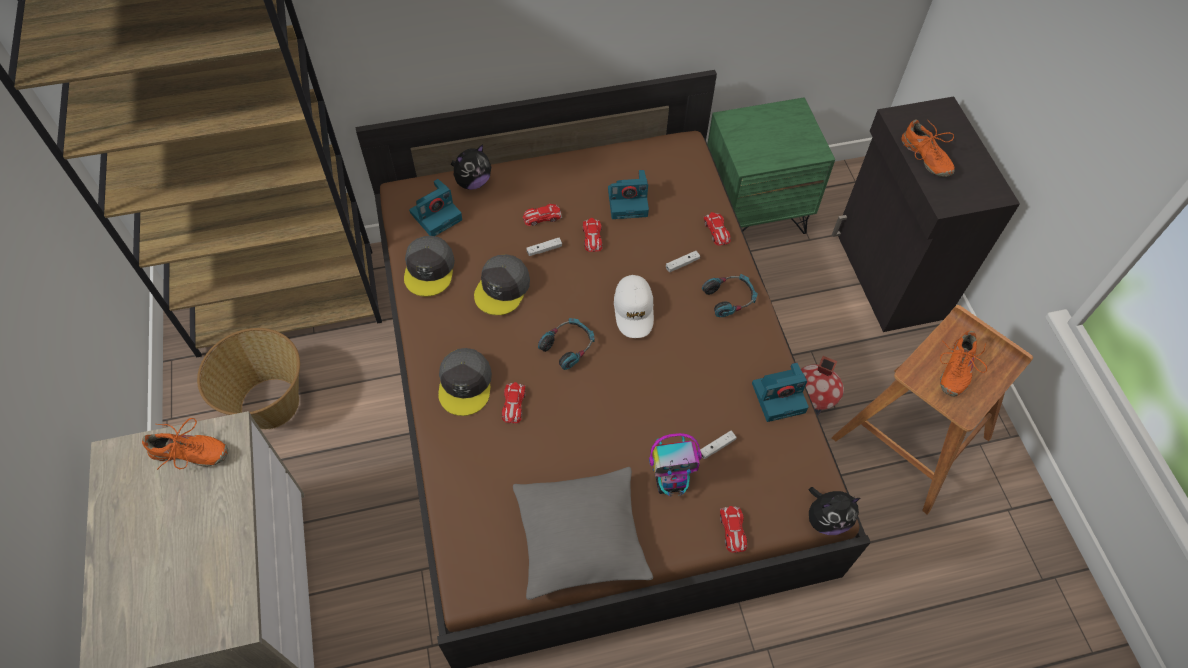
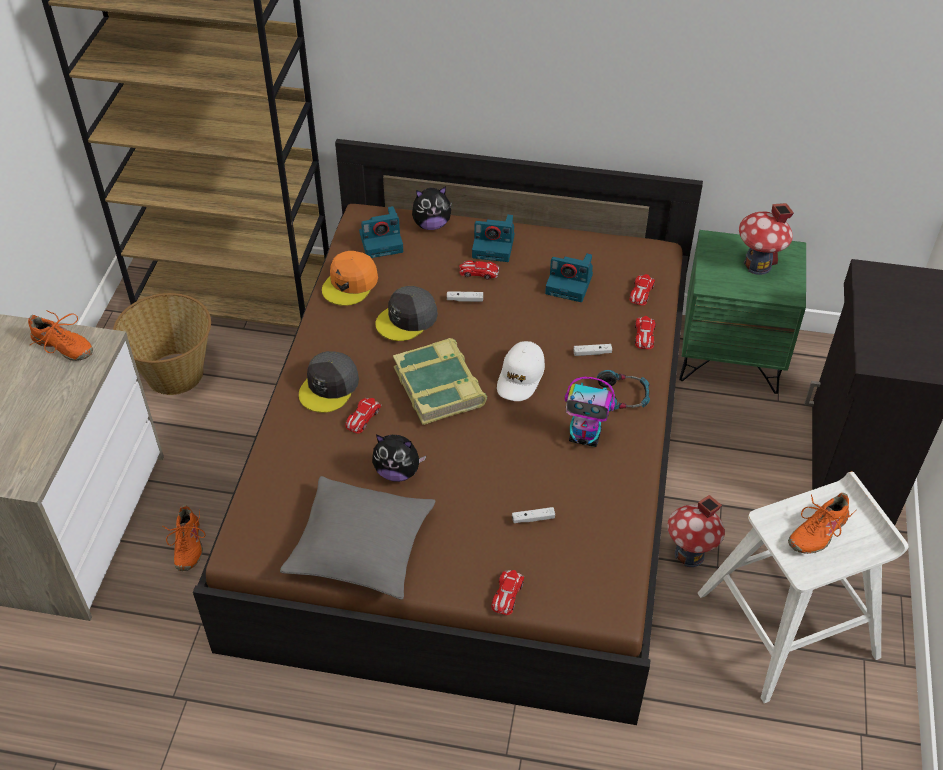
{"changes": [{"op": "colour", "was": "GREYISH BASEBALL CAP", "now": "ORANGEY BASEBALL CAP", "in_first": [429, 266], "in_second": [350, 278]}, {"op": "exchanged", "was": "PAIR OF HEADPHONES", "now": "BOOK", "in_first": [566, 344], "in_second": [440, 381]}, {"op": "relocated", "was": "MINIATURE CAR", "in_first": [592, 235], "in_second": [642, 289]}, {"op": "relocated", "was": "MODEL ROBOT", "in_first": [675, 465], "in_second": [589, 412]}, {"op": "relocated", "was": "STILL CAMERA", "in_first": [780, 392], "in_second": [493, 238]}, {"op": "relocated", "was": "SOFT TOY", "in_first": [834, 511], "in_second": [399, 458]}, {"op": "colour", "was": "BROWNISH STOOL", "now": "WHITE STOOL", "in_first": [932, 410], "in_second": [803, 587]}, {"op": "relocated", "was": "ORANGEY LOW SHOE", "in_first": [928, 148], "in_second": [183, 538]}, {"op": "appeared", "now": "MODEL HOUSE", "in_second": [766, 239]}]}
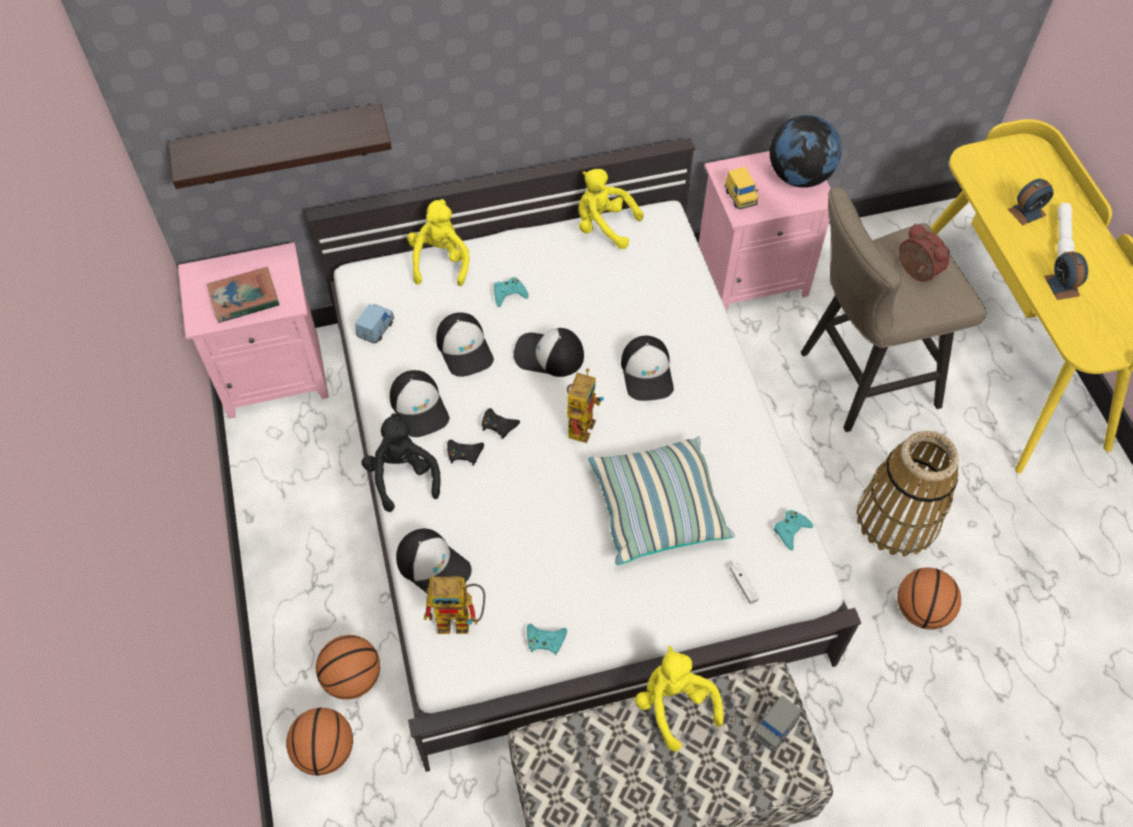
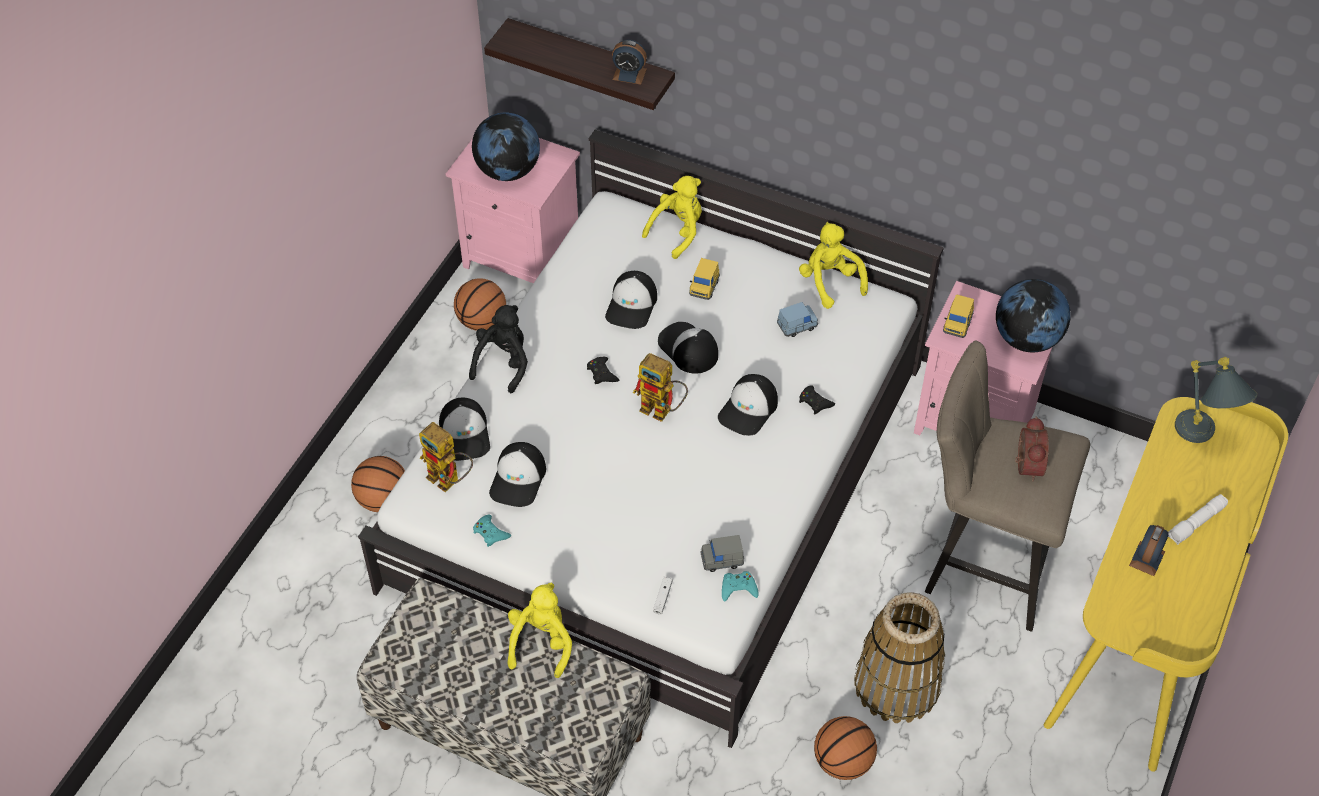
{"changes": [{"op": "exchanged", "was": "BOOK", "now": "DESK GLOBE", "in_first": [243, 295], "in_second": [506, 146]}, {"op": "relocated", "was": "BASKETBALL BALL", "in_first": [319, 742], "in_second": [480, 304]}, {"op": "relocated", "was": "BLUE MINIATURE CAR", "in_first": [374, 324], "in_second": [797, 319]}, {"op": "relocated", "was": "BASEBALL CAP", "in_first": [420, 403], "in_second": [517, 474]}, {"op": "relocated", "was": "BLACK-COLOURED JOYPAD", "in_first": [465, 453], "in_second": [817, 400]}, {"op": "exchanged", "was": "BLUE-GREEN JOYPAD", "now": "YELLOW-COLOURED MINIATURE CAR", "in_first": [511, 292], "in_second": [704, 279]}, {"op": "spun", "was": "MODEL ROBOT", "in_first": [585, 405], "in_second": [660, 387], "clockwise": 60}, {"op": "missing", "was": "CUSHION", "in_first": [661, 500]}, {"op": "relocated", "was": "GREYISH MINIATURE CAR", "in_first": [776, 723], "in_second": [722, 553]}, {"op": "relocated", "was": "ALARM CLOCK", "in_first": [1030, 202], "in_second": [629, 62]}, {"op": "appeared", "now": "GREYISH LAMP FOR A TABLE", "in_second": [1216, 400]}]}
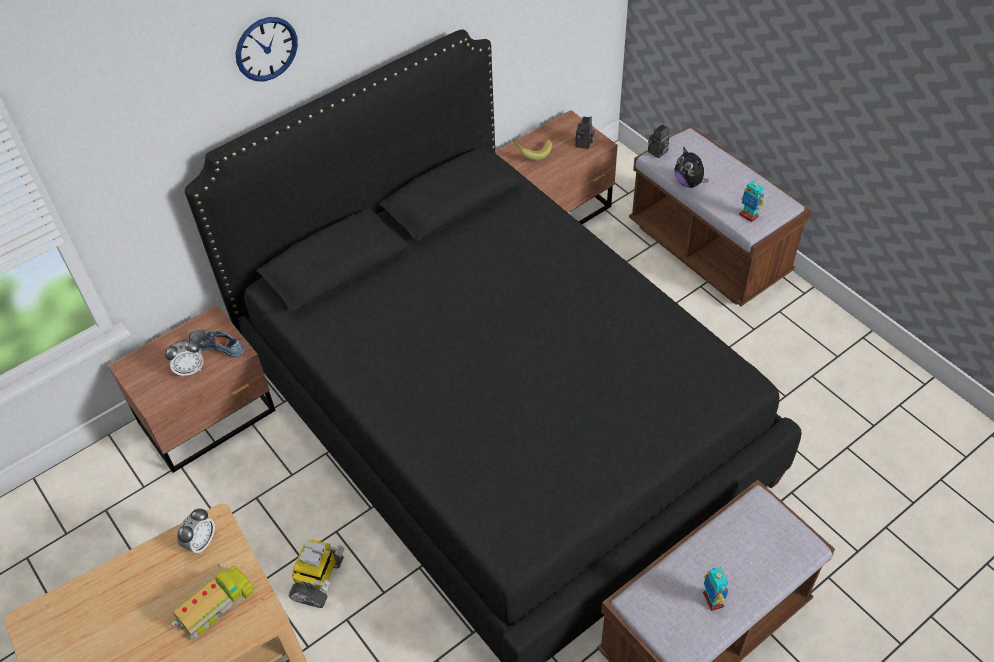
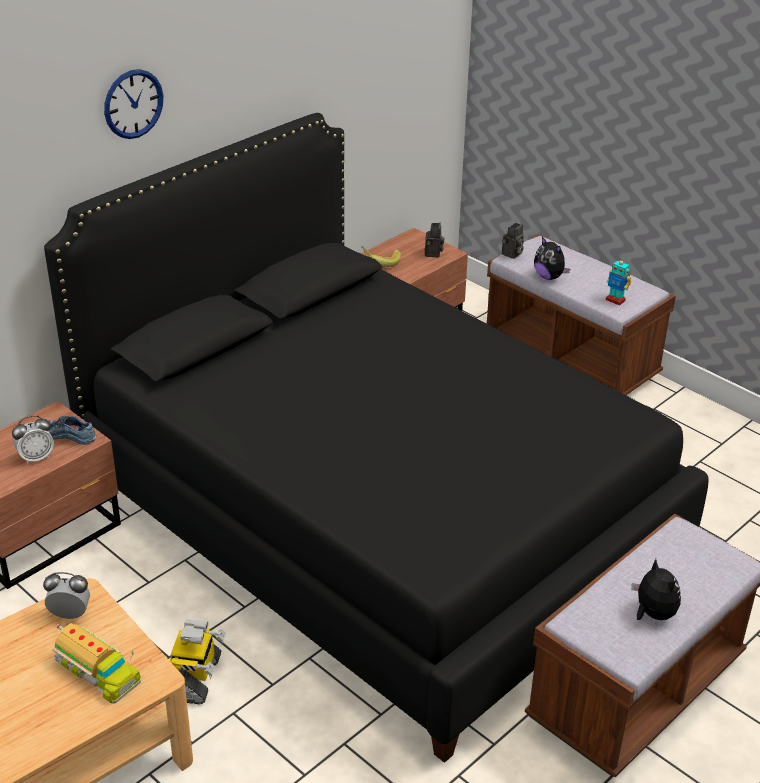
{"changes": [{"op": "spun", "was": "TOY LORRY", "in_first": [211, 602], "in_second": [97, 663], "clockwise": 90}, {"op": "spun", "was": "ALARM CLOCK", "in_first": [196, 531], "in_second": [66, 595], "clockwise": -105}, {"op": "exchanged", "was": "MODEL ROBOT", "now": "SOFT TOY", "in_first": [715, 589], "in_second": [656, 589]}]}
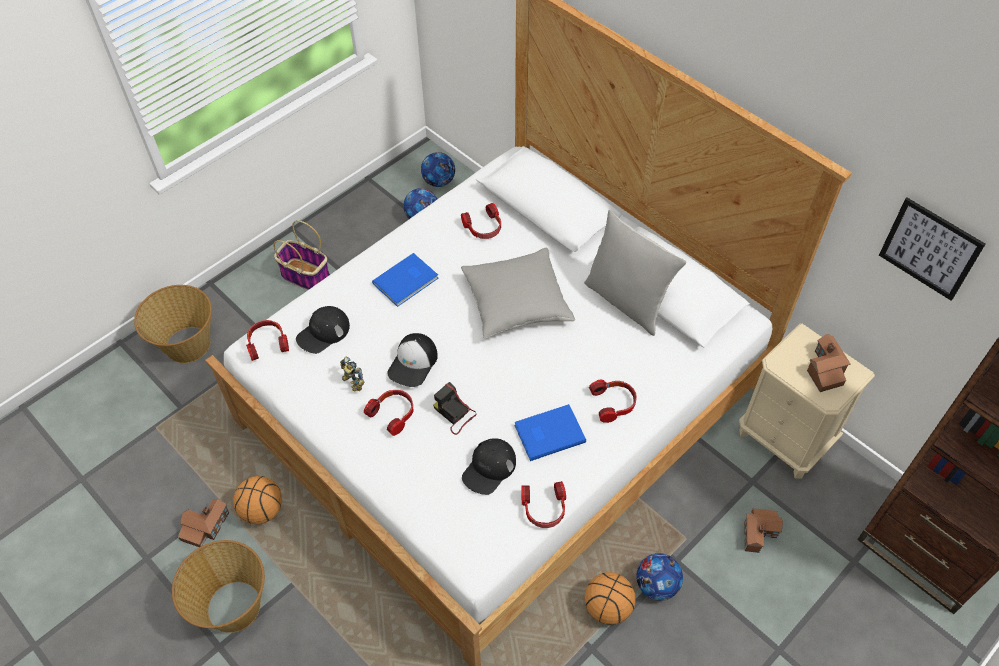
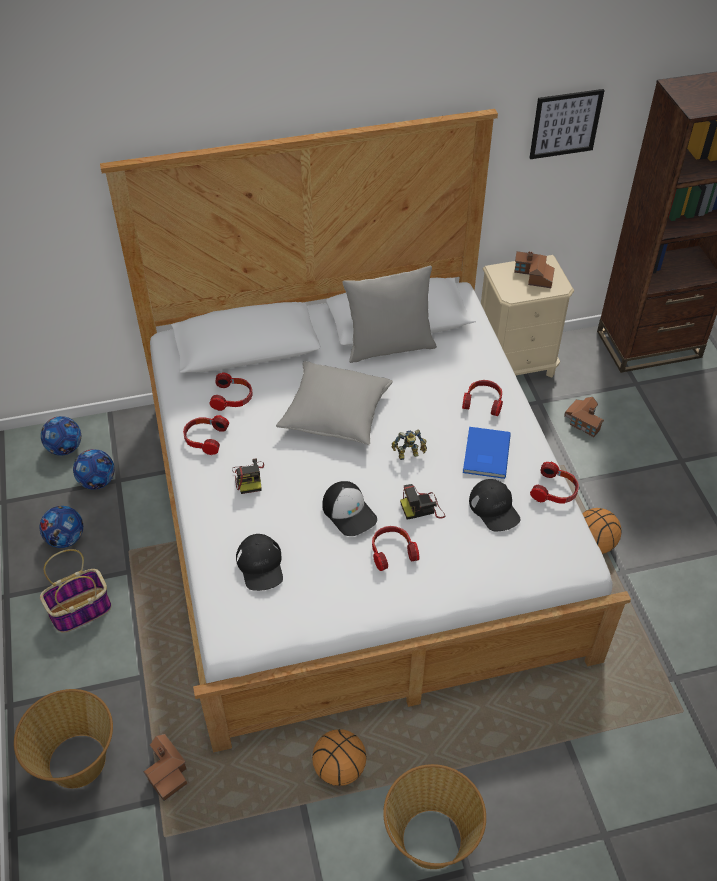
{"changes": [{"op": "relocated", "was": "MODEL HOUSE", "in_first": [203, 523], "in_second": [165, 767]}, {"op": "relocated", "was": "PAIR OF HEADPHONES", "in_first": [267, 340], "in_second": [206, 435]}, {"op": "relocated", "was": "MODEL ROBOT", "in_first": [352, 374], "in_second": [409, 444]}, {"op": "exchanged", "was": "BLUE BOOK", "now": "STILL CAMERA", "in_first": [405, 280], "in_second": [248, 476]}, {"op": "relocated", "was": "FOOTBALL", "in_first": [659, 577], "in_second": [61, 527]}]}
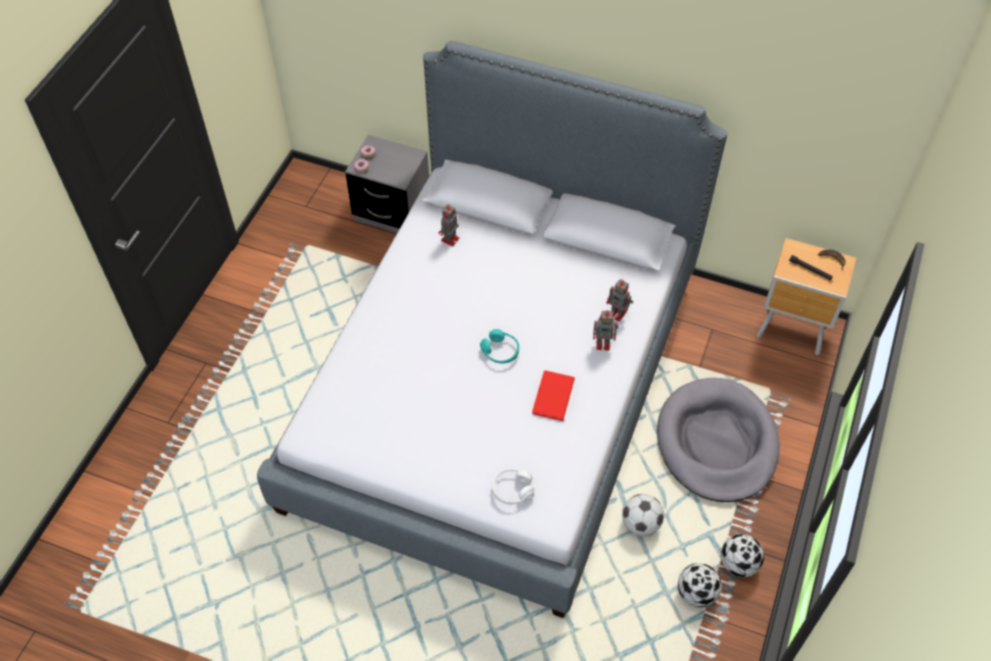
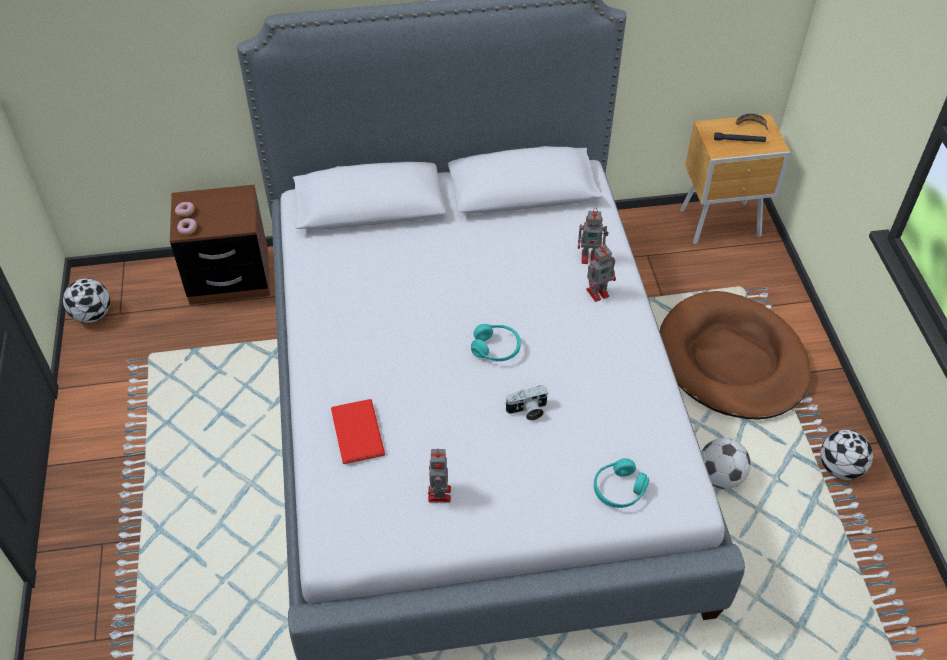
{"changes": [{"op": "colour", "was": "GREYISH BEDSIDE TABLE", "now": "BROWNISH BEDSIDE TABLE", "in_first": [387, 184], "in_second": [220, 245]}, {"op": "relocated", "was": "MODEL ROBOT", "in_first": [448, 225], "in_second": [439, 476]}, {"op": "colour", "was": "WHITE PAIR OF HEADPHONES", "now": "BLUE-GREEN PAIR OF HEADPHONES", "in_first": [513, 486], "in_second": [621, 483]}, {"op": "relocated", "was": "RED-COLOURED BOOK", "in_first": [553, 395], "in_second": [358, 431]}, {"op": "colour", "was": "GREYISH PET BED", "now": "BROWNISH PET BED", "in_first": [718, 440], "in_second": [735, 355]}, {"op": "relocated", "was": "FOOTBALL", "in_first": [700, 585], "in_second": [86, 300]}, {"op": "appeared", "now": "STILL CAMERA", "in_second": [527, 403]}]}
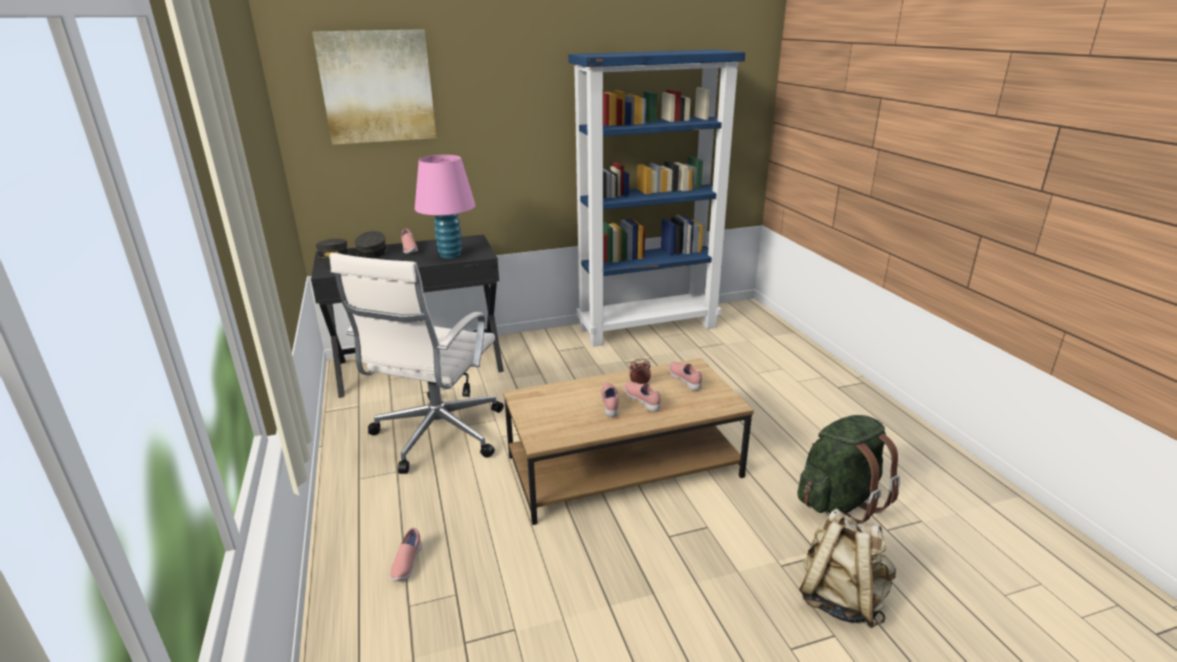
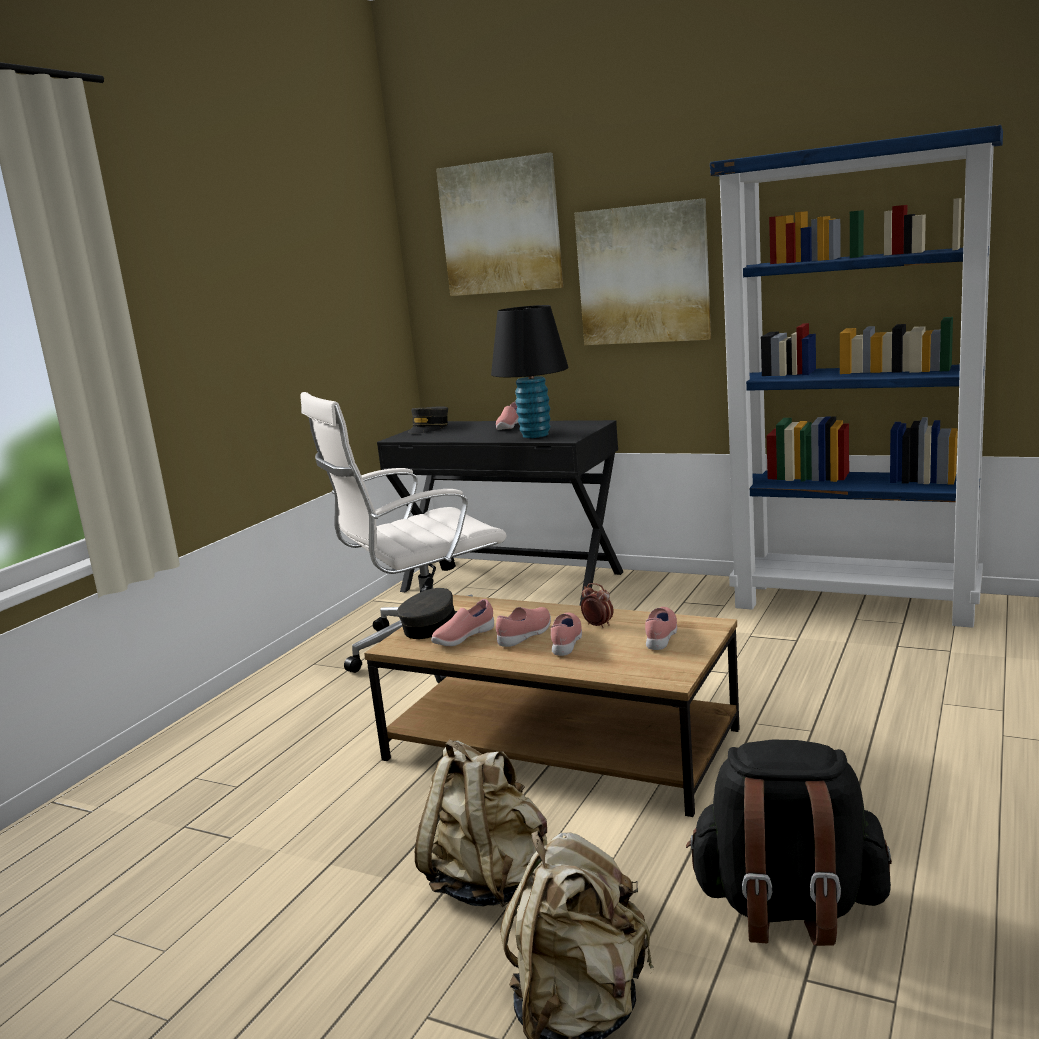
{"changes": [{"op": "relocated", "was": "GREYISH BASEBALL CAP", "in_first": [371, 244], "in_second": [427, 613]}, {"op": "relocated", "was": "PINK-COLOURED LOW SHOE", "in_first": [406, 555], "in_second": [462, 622]}, {"op": "colour", "was": "PINK-COLOURED LAMP FOR A TABLE", "now": "BLACK-COLOURED LAMP FOR A TABLE", "in_first": [445, 207], "in_second": [530, 371]}, {"op": "colour", "was": "GREEN KNAPSACK", "now": "BLACK-COLOURED KNAPSACK", "in_first": [849, 469], "in_second": [789, 842]}, {"op": "appeared", "now": "BEIGE-COLOURED KNAPSACK", "in_second": [481, 823]}, {"op": "appeared", "now": "PICTURE", "in_second": [642, 271]}]}
